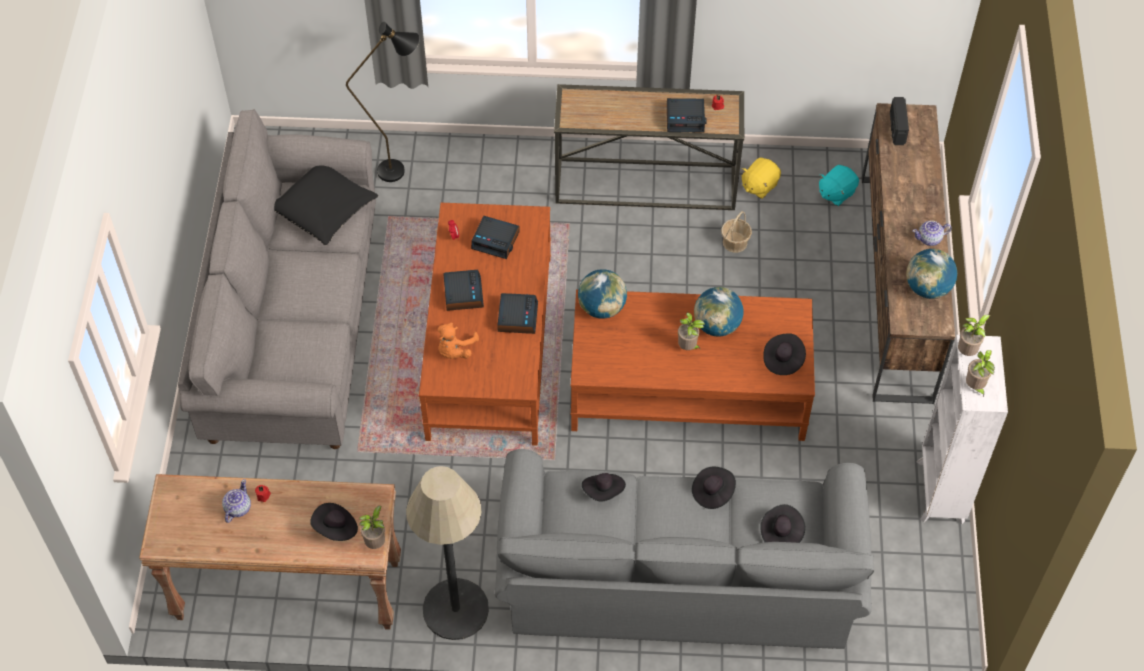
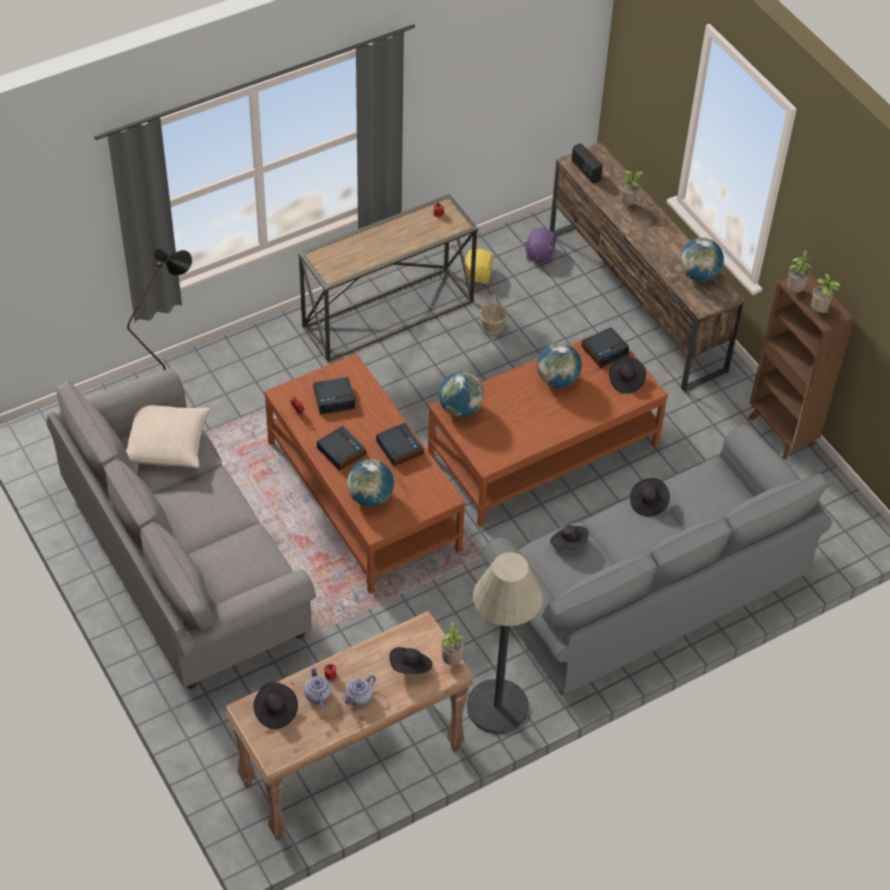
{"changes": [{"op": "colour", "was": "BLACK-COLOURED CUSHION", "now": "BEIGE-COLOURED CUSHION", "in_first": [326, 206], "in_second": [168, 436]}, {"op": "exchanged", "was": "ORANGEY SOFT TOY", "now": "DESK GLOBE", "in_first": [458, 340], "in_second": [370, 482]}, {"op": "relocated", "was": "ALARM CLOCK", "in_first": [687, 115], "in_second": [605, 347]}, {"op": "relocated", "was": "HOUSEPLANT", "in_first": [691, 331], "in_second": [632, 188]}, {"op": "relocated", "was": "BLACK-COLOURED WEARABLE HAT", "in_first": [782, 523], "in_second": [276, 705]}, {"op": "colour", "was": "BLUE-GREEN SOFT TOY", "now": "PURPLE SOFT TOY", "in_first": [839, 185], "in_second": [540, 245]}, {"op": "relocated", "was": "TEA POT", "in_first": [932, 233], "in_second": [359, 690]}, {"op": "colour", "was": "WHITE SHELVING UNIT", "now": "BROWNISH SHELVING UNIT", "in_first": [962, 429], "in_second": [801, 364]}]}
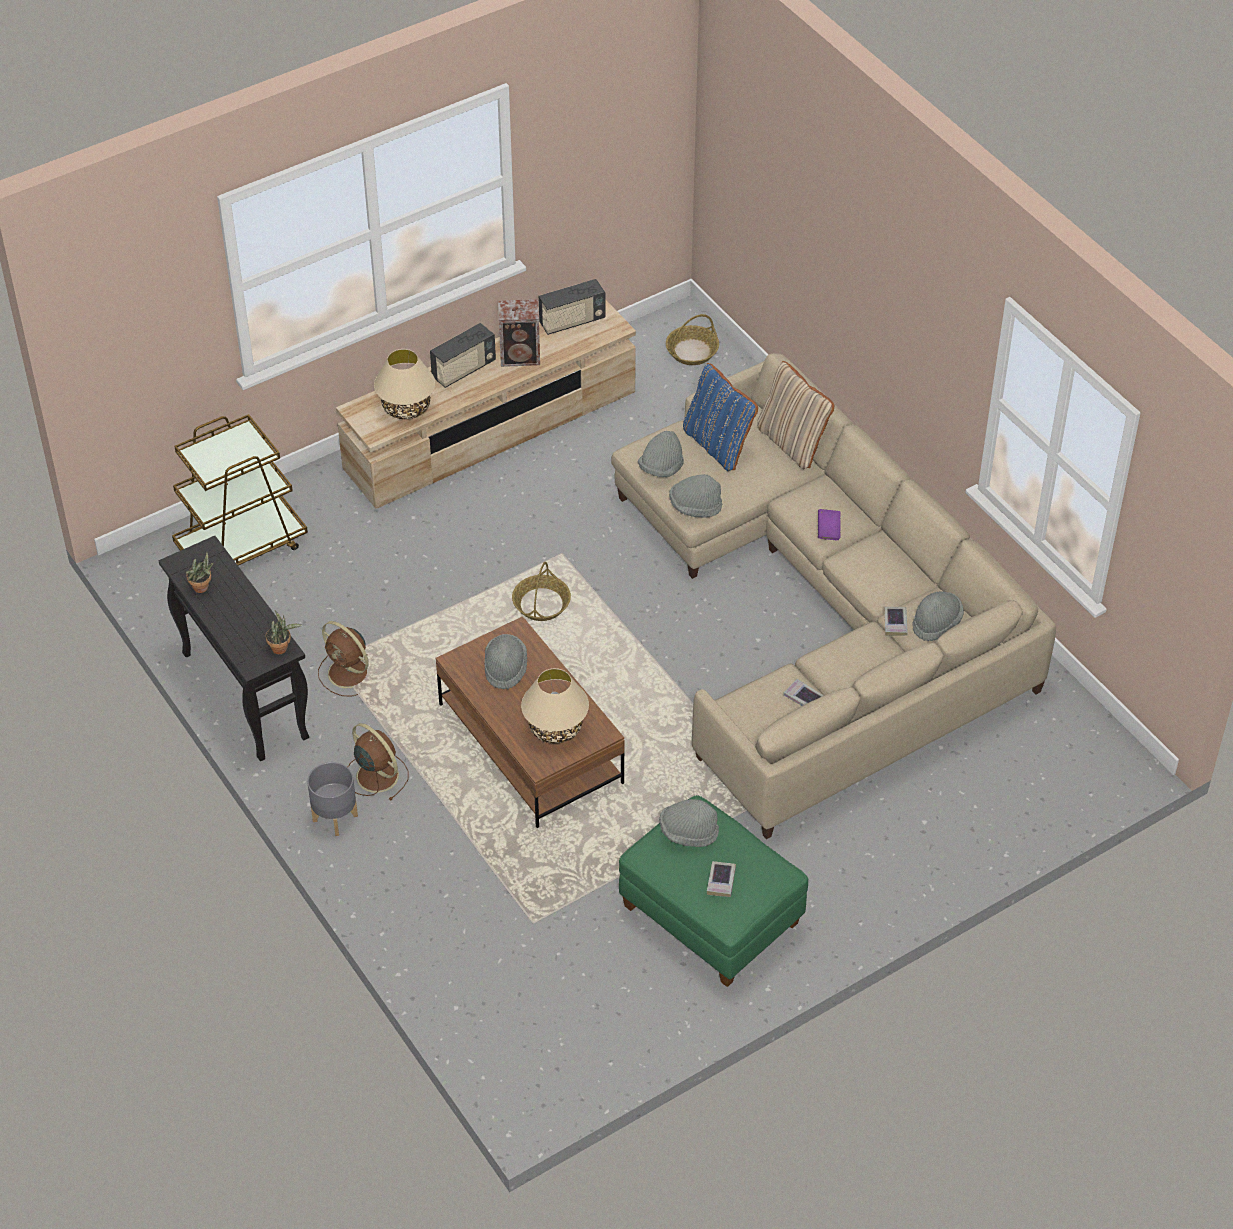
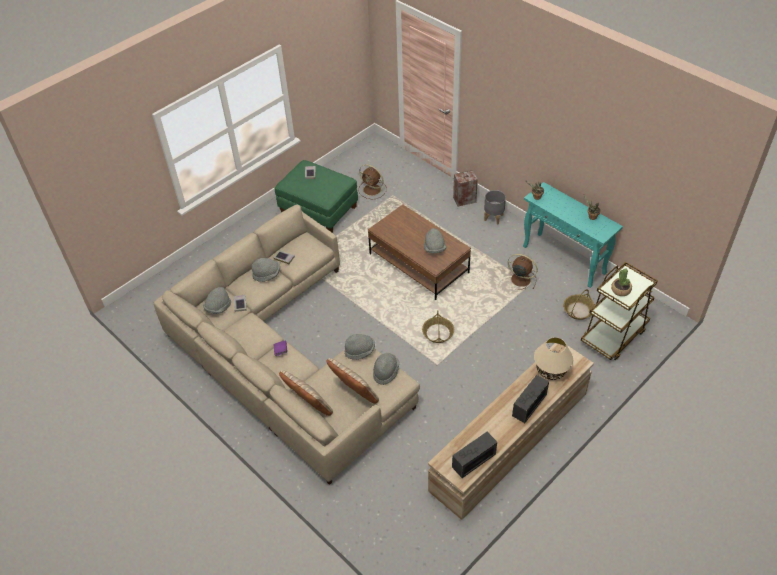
{"changes": [{"op": "colour", "was": "BLACK-COLOURED HALL TABLE", "now": "BLUE-GREEN HALL TABLE", "in_first": [234, 648], "in_second": [573, 235]}, {"op": "relocated", "was": "BROWNISH FAN", "in_first": [378, 761], "in_second": [372, 181]}, {"op": "relocated", "was": "LOUDSPEAKER", "in_first": [519, 333], "in_second": [465, 188]}, {"op": "missing", "was": "BEIGE-COLOURED LAMP FOR A TABLE", "in_first": [555, 706]}, {"op": "relocated", "was": "GREYISH WEARABLE HAT", "in_first": [689, 823], "in_second": [266, 270]}, {"op": "relocated", "was": "STORAGE BASKET", "in_first": [692, 339], "in_second": [579, 304]}, {"op": "colour", "was": "BLUE CUSHION", "now": "BEIGE-COLOURED CUSHION", "in_first": [720, 417], "in_second": [352, 381]}, {"op": "appeared", "now": "HOUSEPLANT", "in_second": [621, 282]}]}
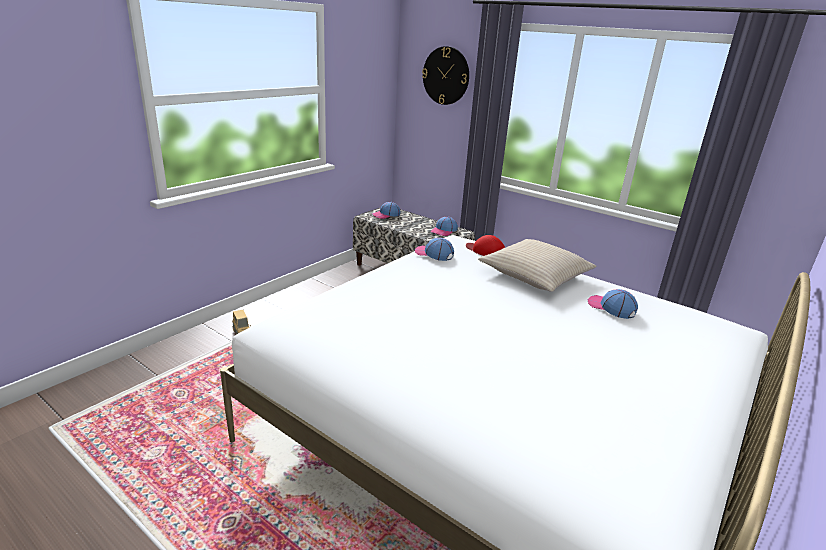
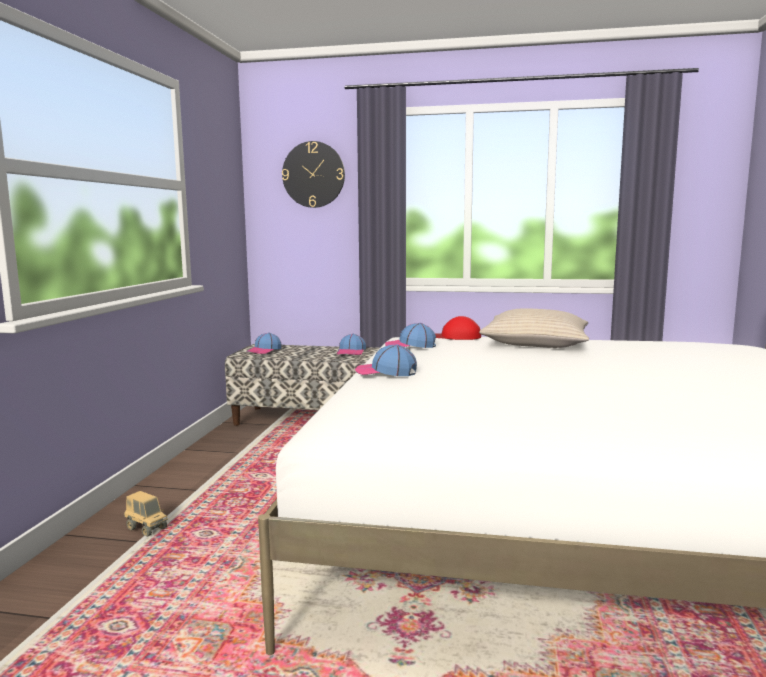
{"changes": [{"op": "relocated", "was": "BASEBALL CAP", "in_first": [612, 304], "in_second": [386, 360]}]}
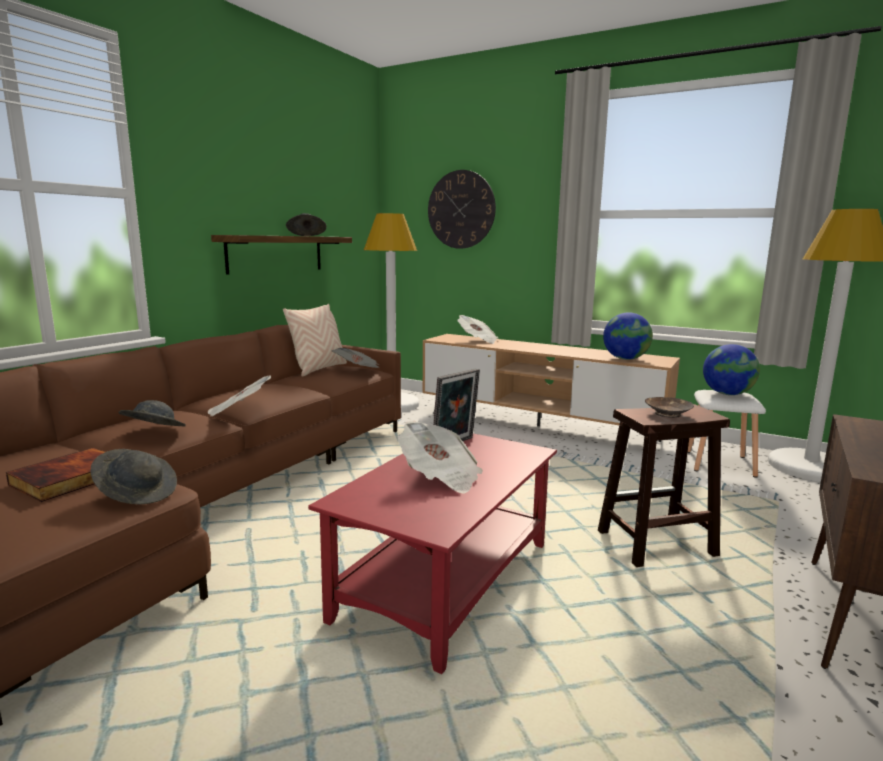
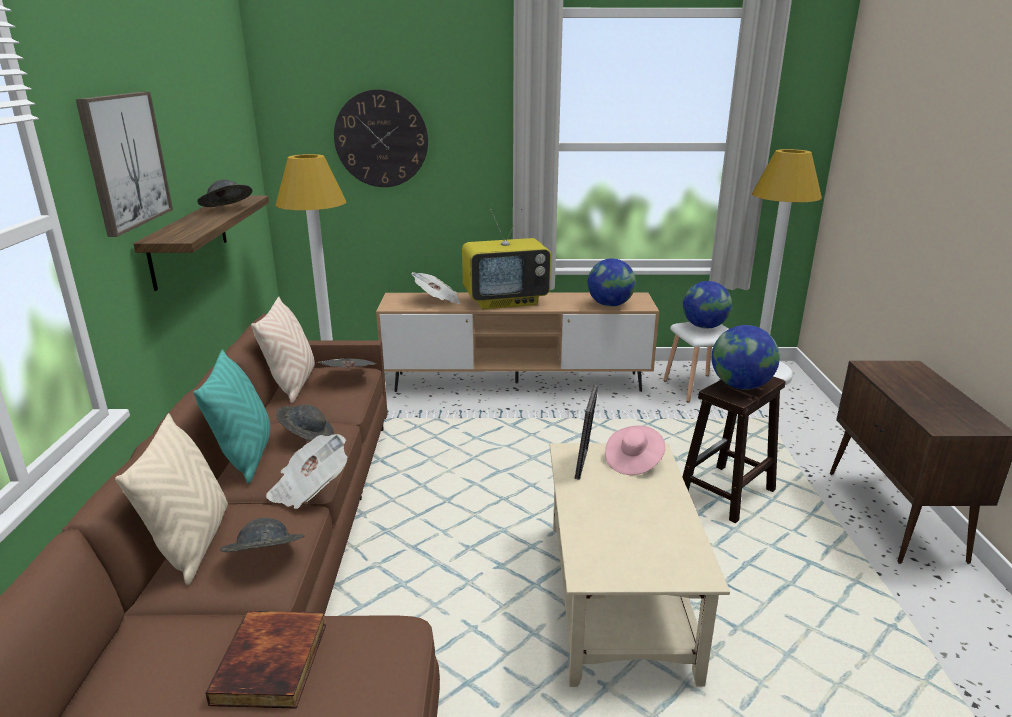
{"changes": [{"op": "relocated", "was": "GREYISH WEARABLE HAT", "in_first": [133, 477], "in_second": [305, 423]}, {"op": "colour", "was": "RED-COLOURED COFFEE TABLE", "now": "BEIGE-COLOURED COFFEE TABLE", "in_first": [432, 553], "in_second": [640, 565]}, {"op": "missing", "was": "DAILY PAPER", "in_first": [440, 457]}, {"op": "exchanged", "was": "BROWNISH SERVING BOWL", "now": "DESK GLOBE", "in_first": [669, 407], "in_second": [746, 357]}, {"op": "appeared", "now": "PICTURE", "in_second": [124, 164]}, {"op": "appeared", "now": "BEIGE-COLOURED CUSHION", "in_second": [171, 499]}, {"op": "appeared", "now": "BLUE-GREEN CUSHION", "in_second": [232, 416]}, {"op": "appeared", "now": "TELEVISION", "in_second": [506, 259]}, {"op": "appeared", "now": "PINK-COLOURED WEARABLE HAT", "in_second": [635, 450]}]}
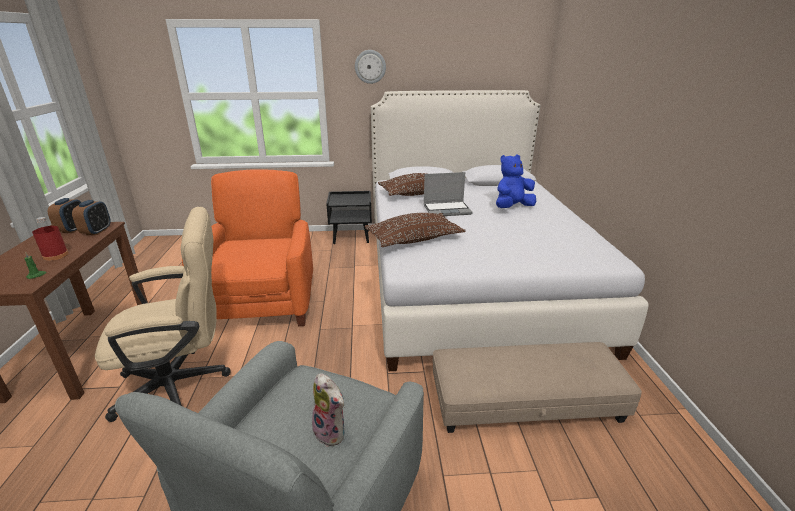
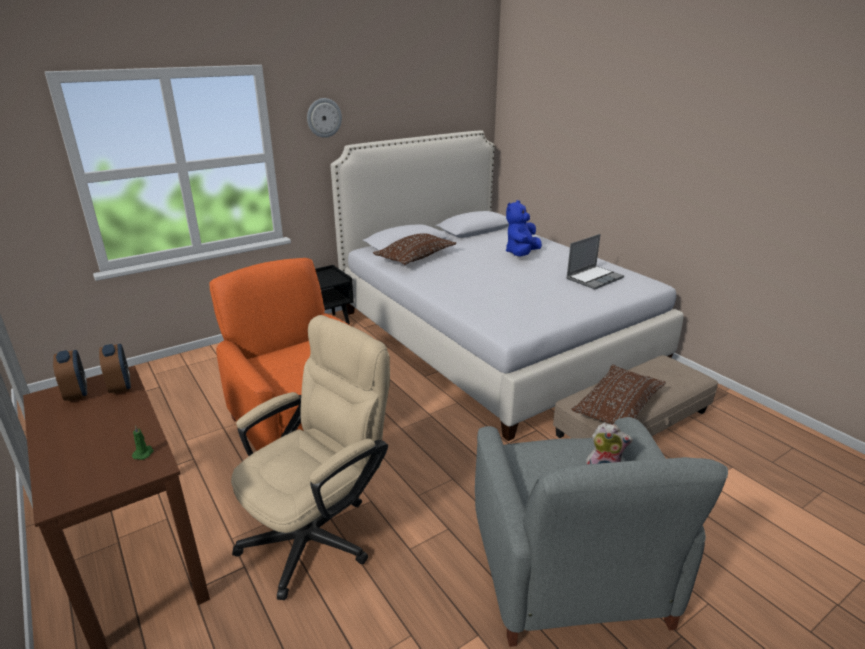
{"changes": [{"op": "missing", "was": "RED-COLOURED DRINK BOTTLE", "in_first": [50, 239]}, {"op": "relocated", "was": "BROWNISH CUSHION", "in_first": [415, 230], "in_second": [619, 394]}, {"op": "relocated", "was": "LAPTOP", "in_first": [448, 194], "in_second": [595, 261]}]}
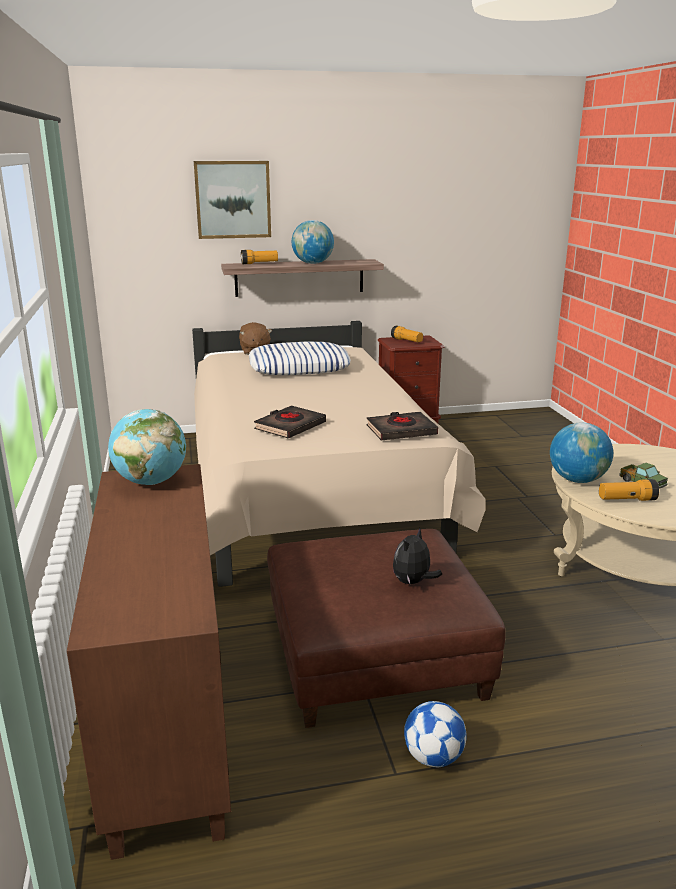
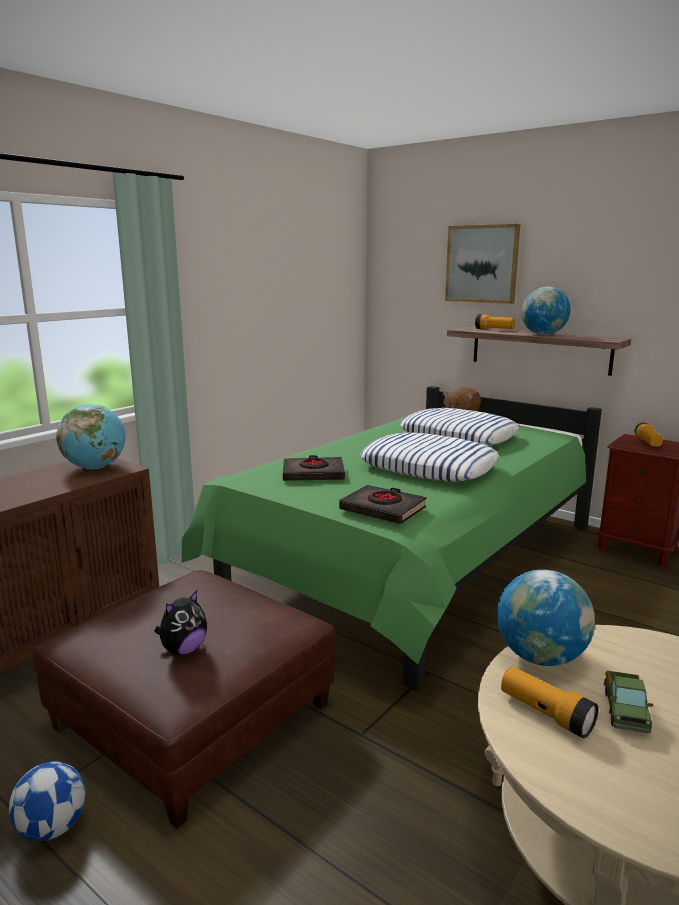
{"changes": [{"op": "colour", "was": "BEIGE-COLOURED BEDROOM BED", "now": "GREEN BEDROOM BED", "in_first": [339, 454], "in_second": [392, 538]}, {"op": "spun", "was": "SOFT TOY", "in_first": [417, 556], "in_second": [180, 622], "clockwise": 135}, {"op": "appeared", "now": "CUSHION", "in_second": [429, 457]}]}
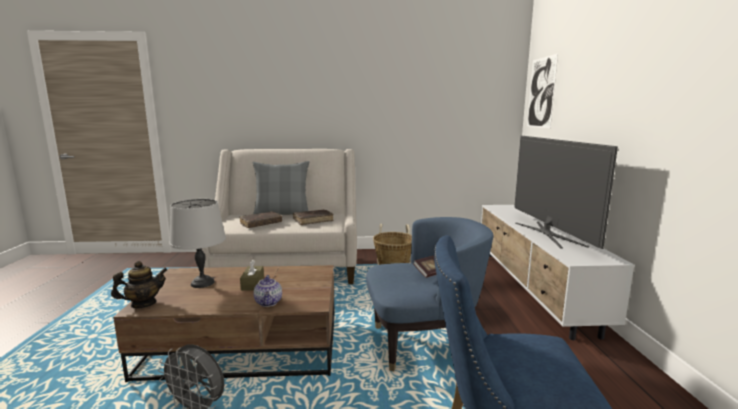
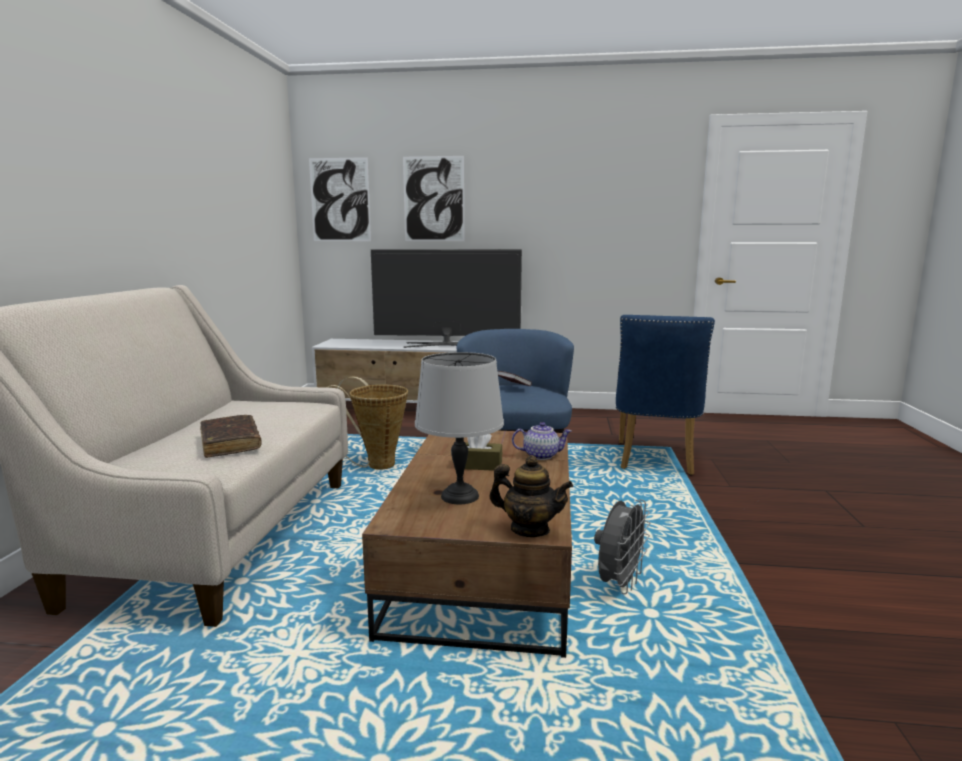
{"changes": [{"op": "spun", "was": "TEA POT", "in_first": [139, 284], "in_second": [531, 496], "clockwise": 135}, {"op": "missing", "was": "GREYISH CUSHION", "in_first": [281, 188]}, {"op": "missing", "was": "BROWNISH BOOK", "in_first": [313, 217]}, {"op": "appeared", "now": "PICTURE", "in_second": [434, 198]}]}
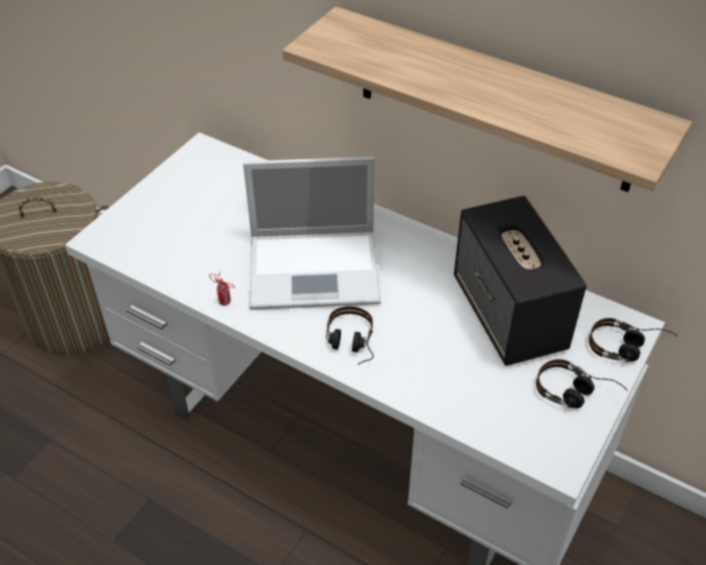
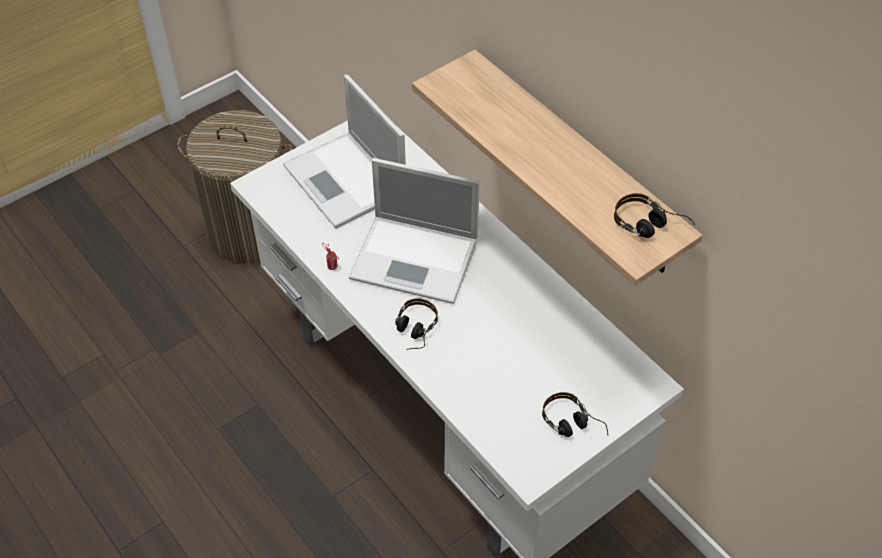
{"changes": [{"op": "missing", "was": "LOUDSPEAKER", "in_first": [520, 281]}, {"op": "relocated", "was": "PAIR OF HEADPHONES", "in_first": [633, 340], "in_second": [654, 215]}, {"op": "appeared", "now": "LAPTOP", "in_second": [344, 151]}]}
